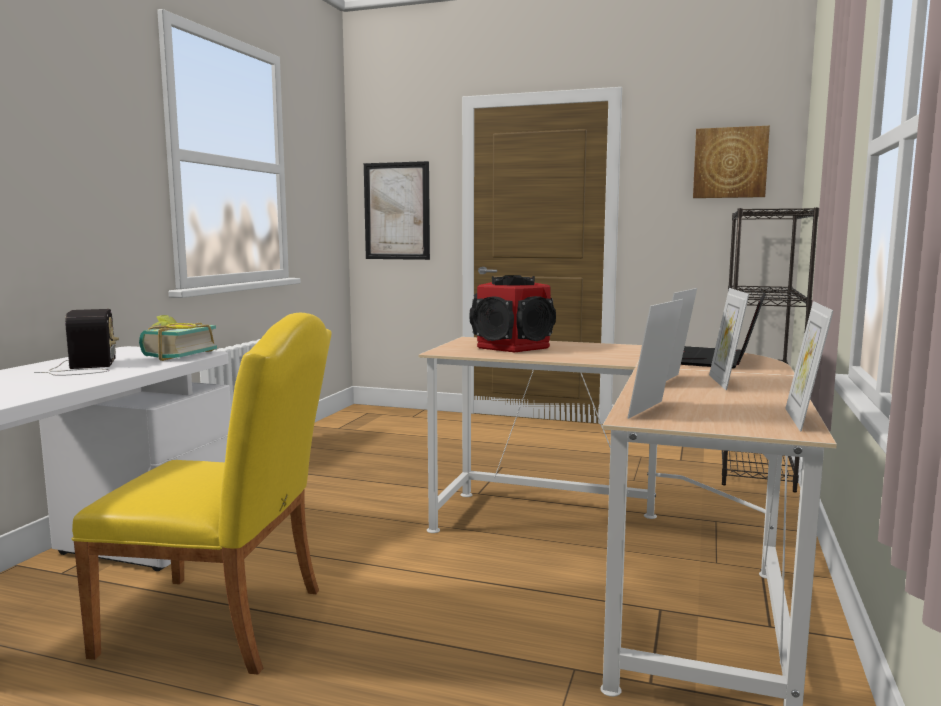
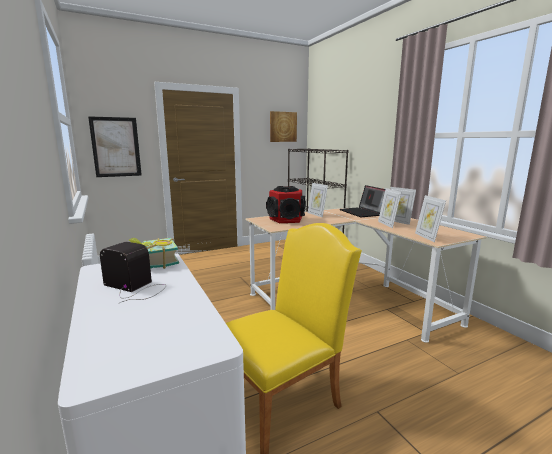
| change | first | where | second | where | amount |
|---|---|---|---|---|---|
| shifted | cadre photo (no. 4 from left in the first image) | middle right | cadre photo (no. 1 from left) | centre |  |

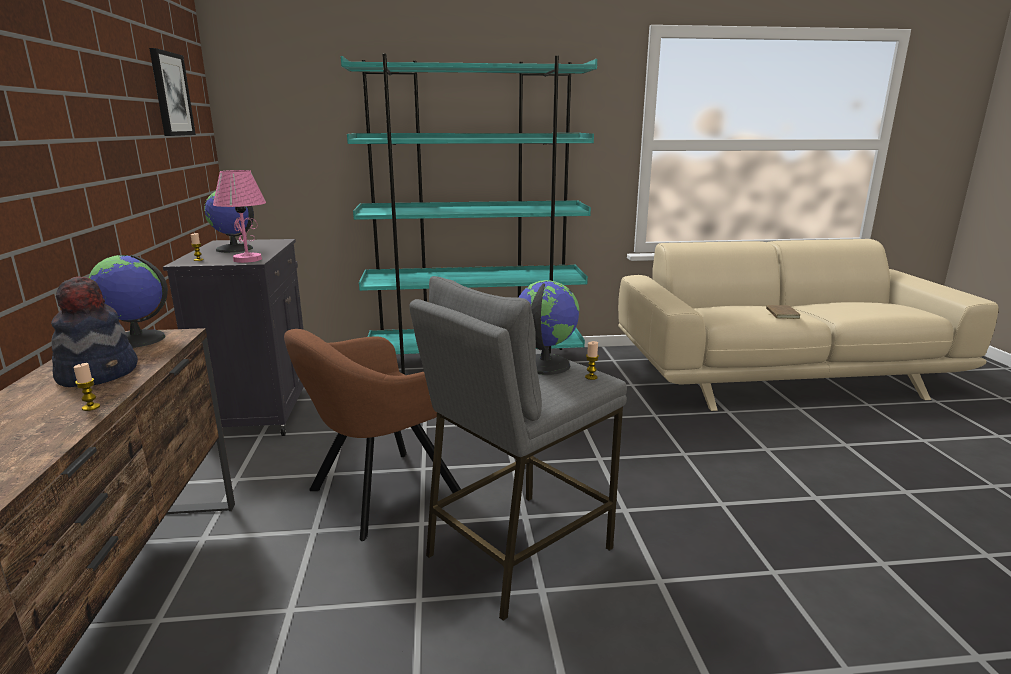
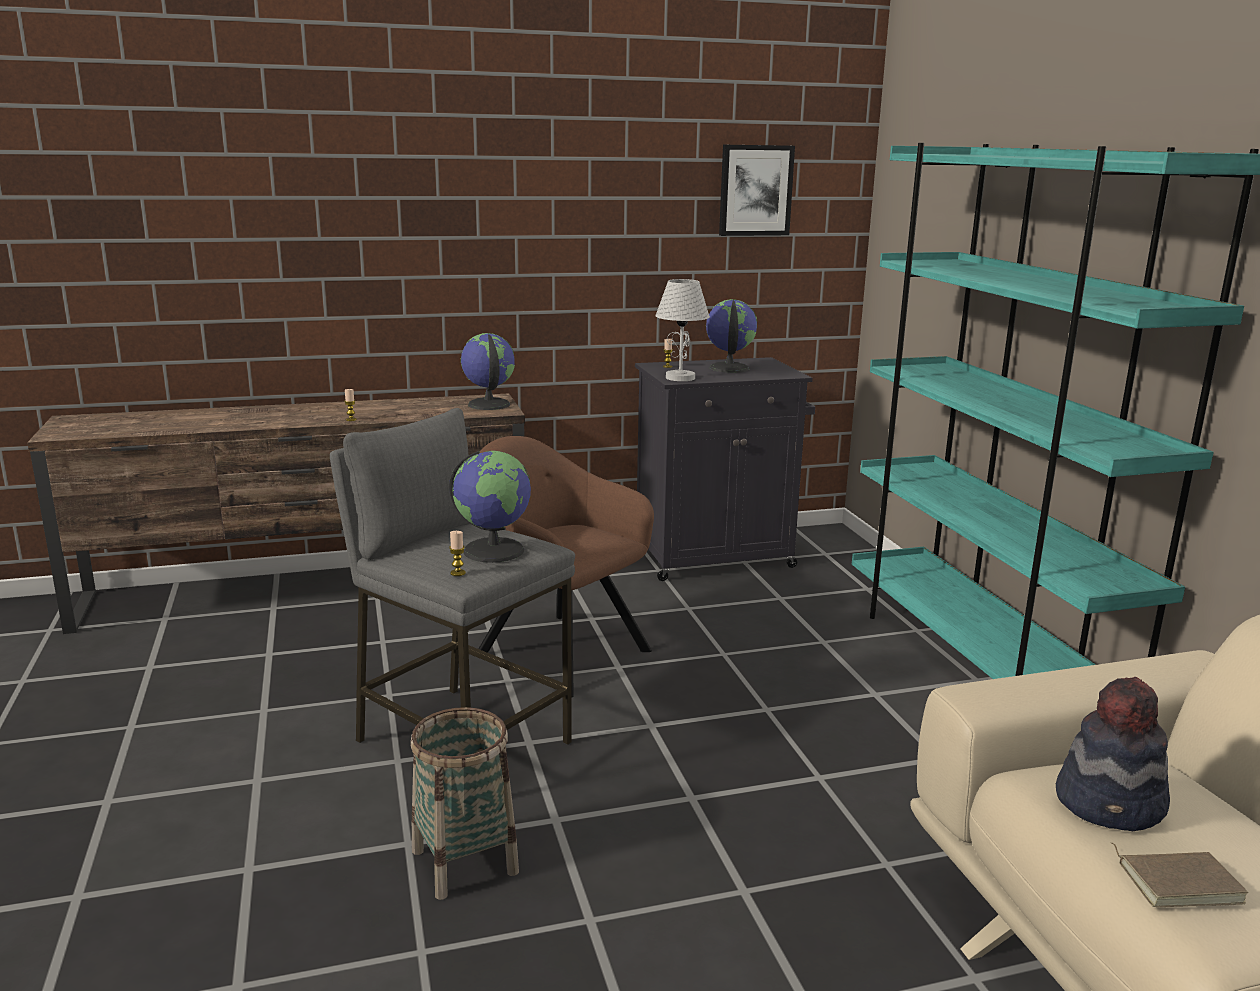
| change | first | where | second | where | amount |
|---|---|---|---|---|---|
| new |  |  | panier | bottom centre |  |
| repainted | lampe de table [rose] | top left | lampe de table [blanc] | top centre |  |
| shifted | chapeau | middle left |  | bottom right |  |

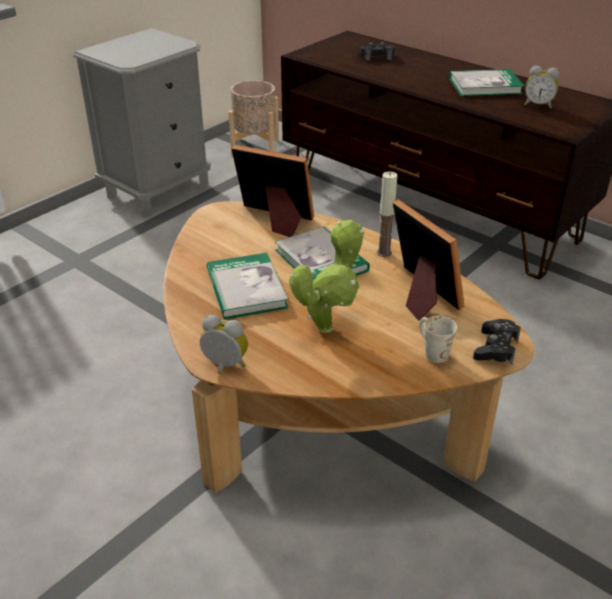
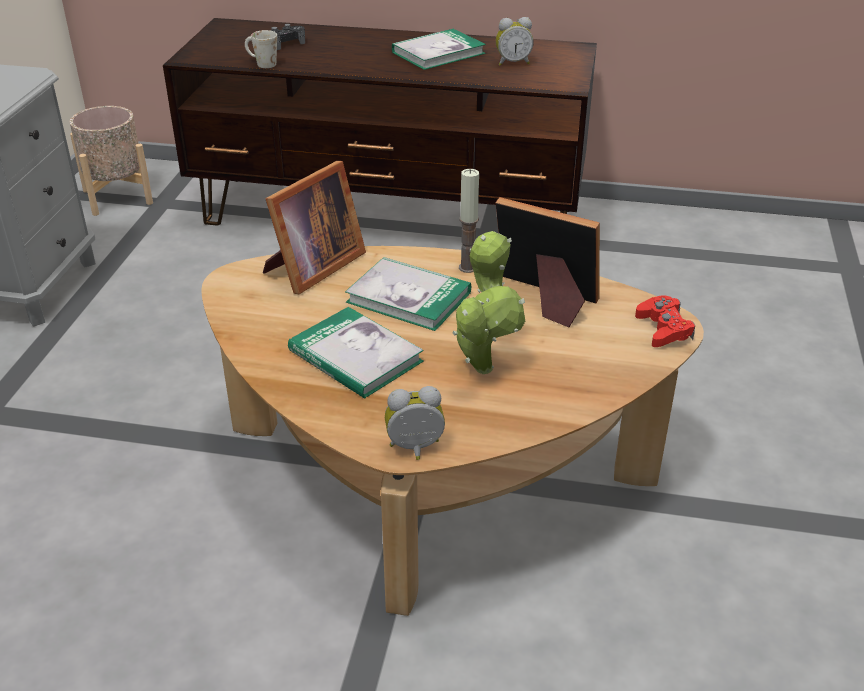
| change | first | where | second | where | amount |
|---|---|---|---|---|---|
| shifted | mug [blanc] | middle right |  | top left |  |
| rotated | cadre photo (no. 1 from left) | top centre |  | top centre | 135 degrees clockwise |
| repainted | manette [noir] (no. 2 from left) | middle right | manette [rouge] | middle right |  |

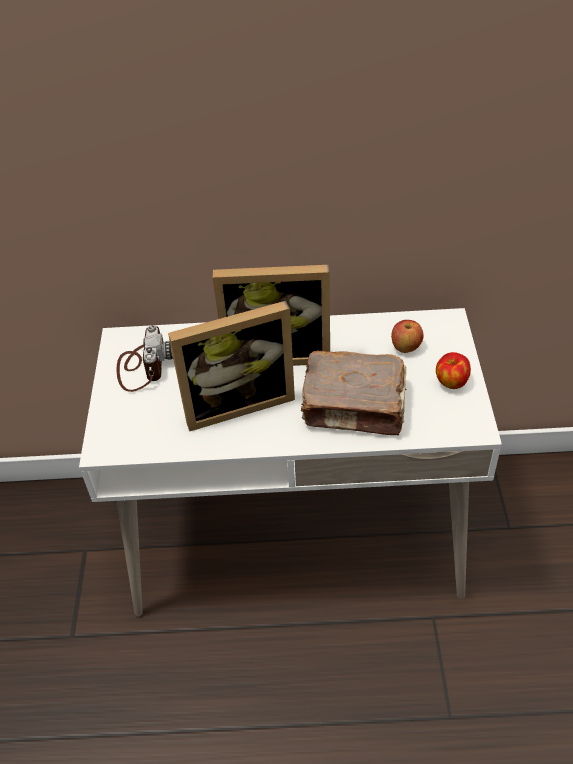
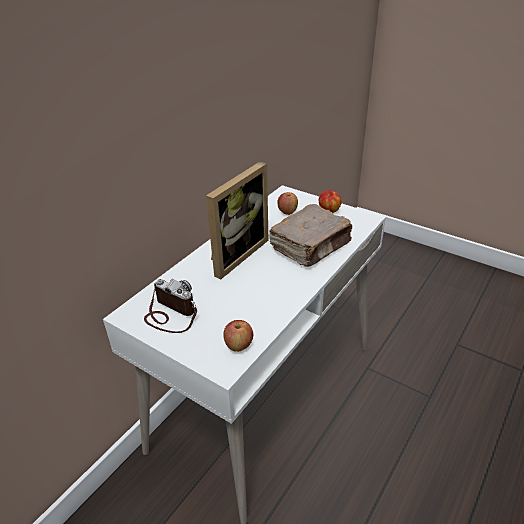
| change | first | where | second | where | amount |
|---|---|---|---|---|---|
| new |  |  | pomme (no. 1 from left) | centre |  |
| gone | cadre photo (no. 1 from left) | centre |  |  |  |

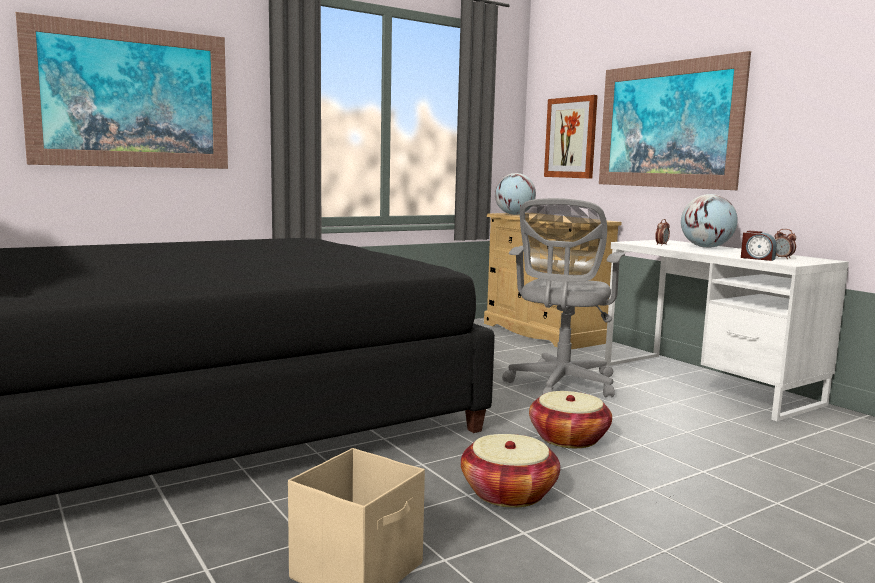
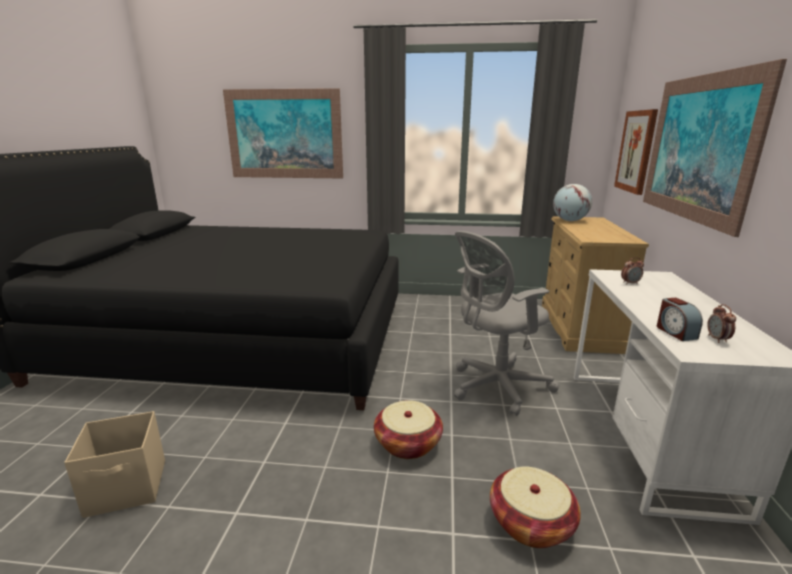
| change | first | where | second | where | amount |
|---|---|---|---|---|---|
| shifted | panier (no. 1 from left in the first image) | bottom centre | panier (no. 2 from left) | bottom right |  |
| gone | globe (no. 2 from left) | middle right |  |  |  |

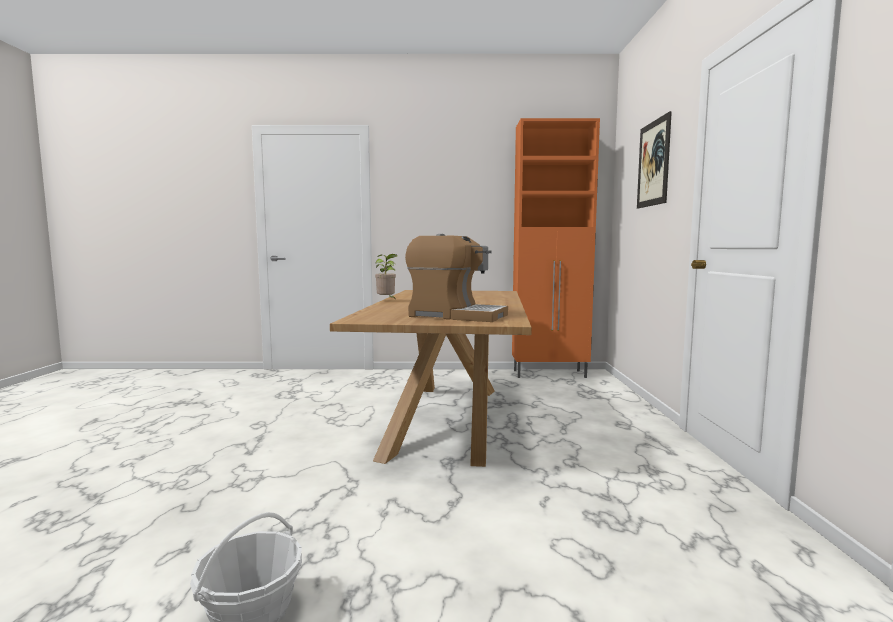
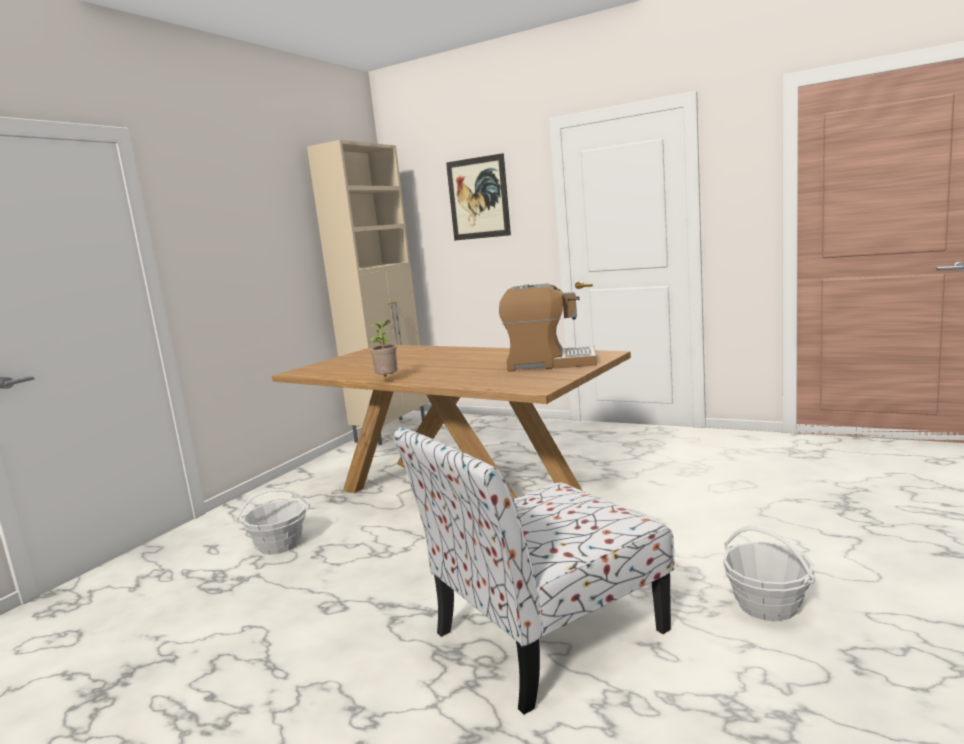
| change | first | where | second | where | amount |
|---|---|---|---|---|---|
| new |  |  | panier (no. 1 from left) | bottom left |  |
| repainted | meuble de rangement [orange] | centre | meuble de rangement [beige] | centre |  |
| new |  |  | chaise | bottom centre |  |
| rotated | machine à café | centre |  | centre | 45 degrees clockwise |

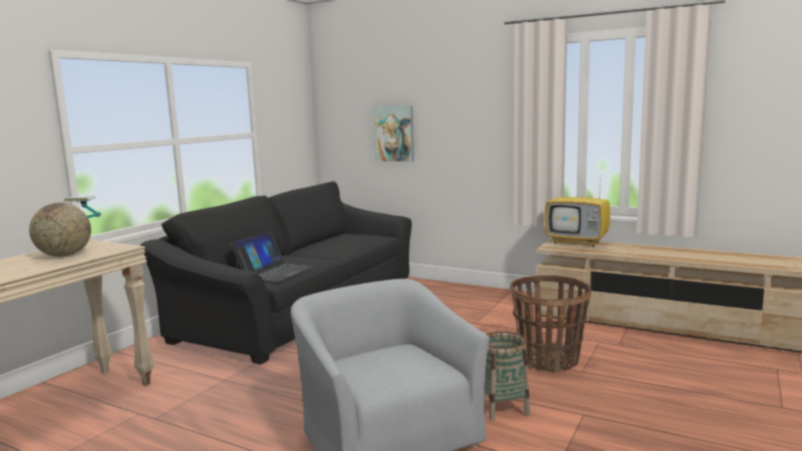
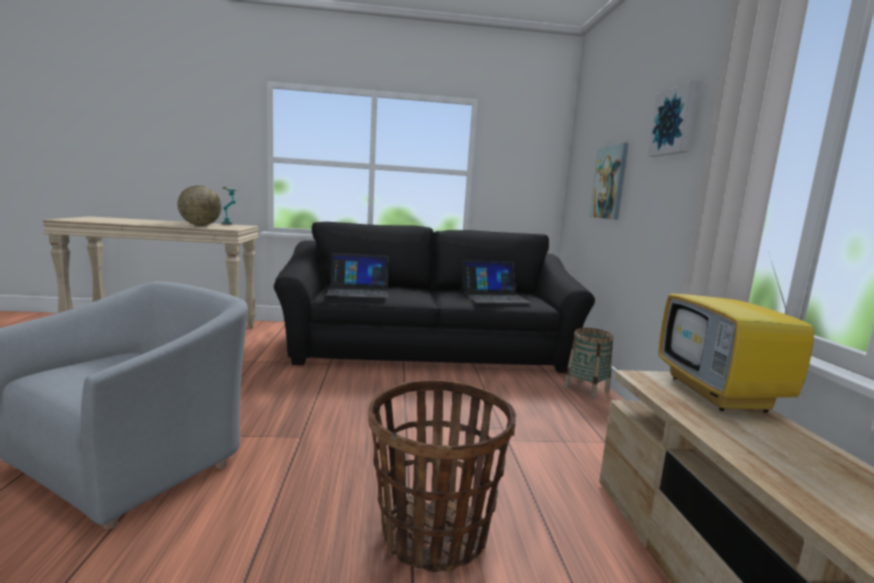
| change | first | where | second | where | amount |
|---|---|---|---|---|---|
| new |  |  | ordinateur portable (no. 2 from left) | centre |  |
| shifted | panier (no. 1 from left in the first image) | bottom centre | panier (no. 2 from left) | middle right |  |
| new |  |  | tableau (no. 2 from left) | top right |  |

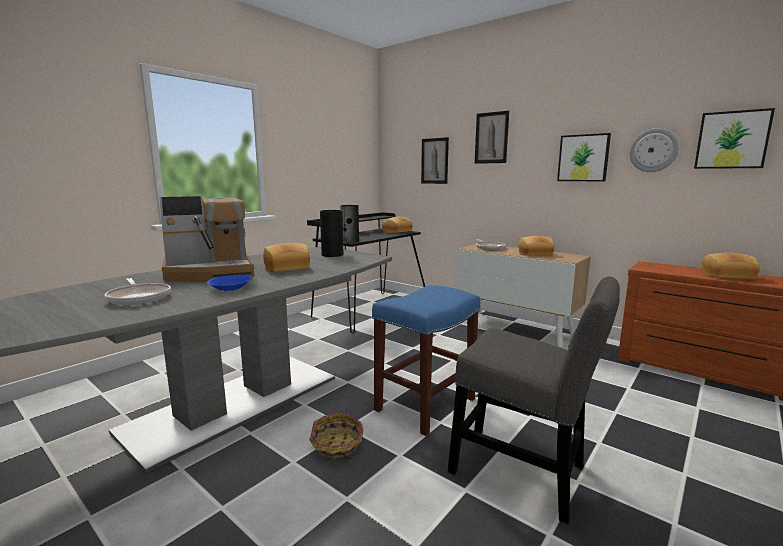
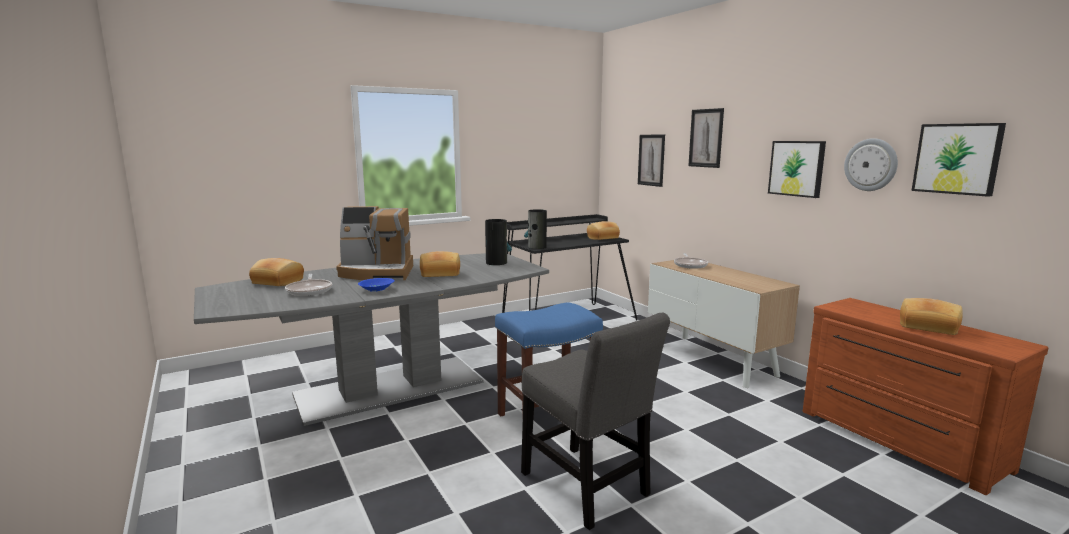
| change | first | where | second | where | amount |
|---|---|---|---|---|---|
| shifted | pain (no. 3 from left in the first image) | middle right | pain (no. 1 from left) | middle left |  |
| gone | panier | bottom centre |  |  |  |

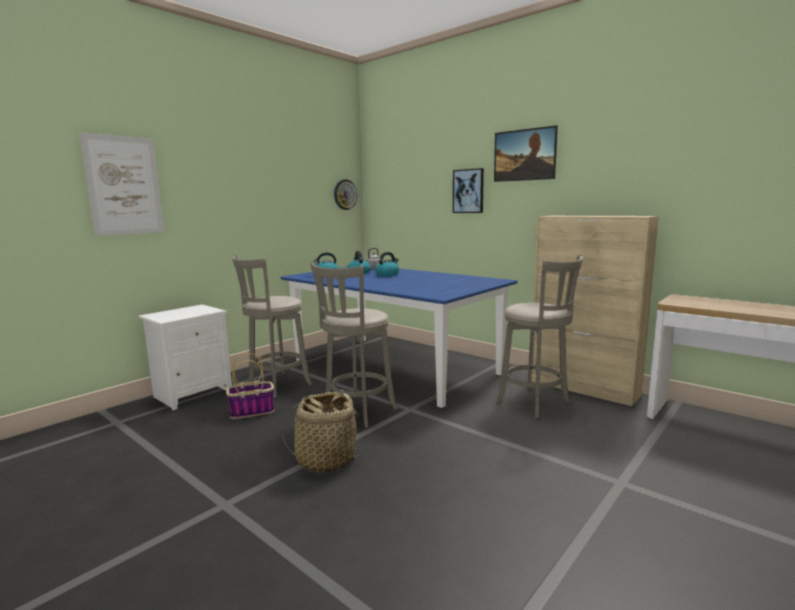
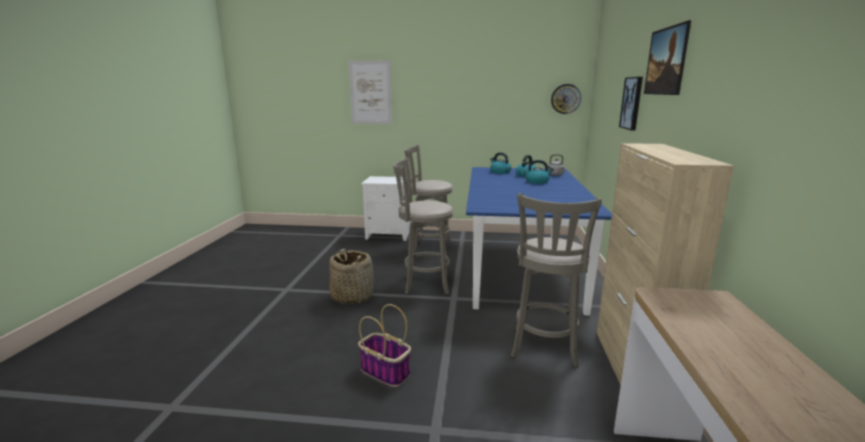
| change | first | where | second | where | amount |
|---|---|---|---|---|---|
| shifted | panier (no. 1 from left in the first image) | middle left | panier (no. 2 from left) | bottom centre |  |

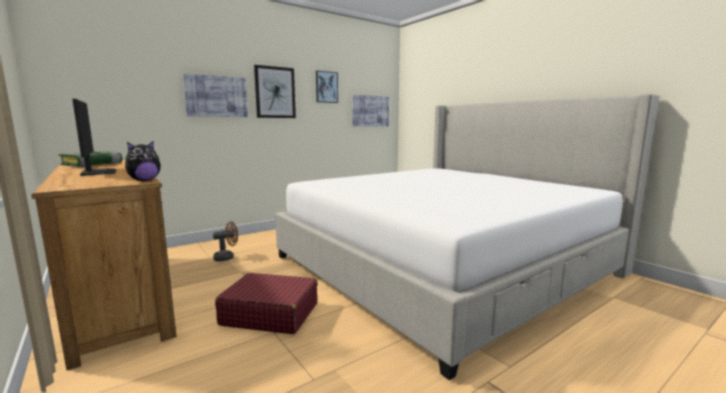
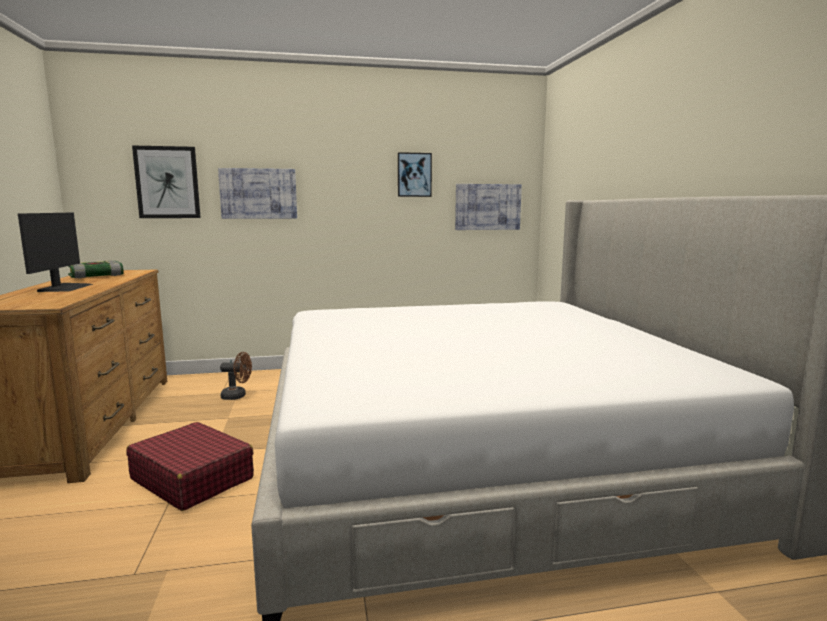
| change | first | where | second | where | amount |
|---|---|---|---|---|---|
| shifted | tableau (no. 2 from left in the first image) | top centre | tableau (no. 1 from left) | top left |  |
| gone | peluche | middle left |  |  |  |

